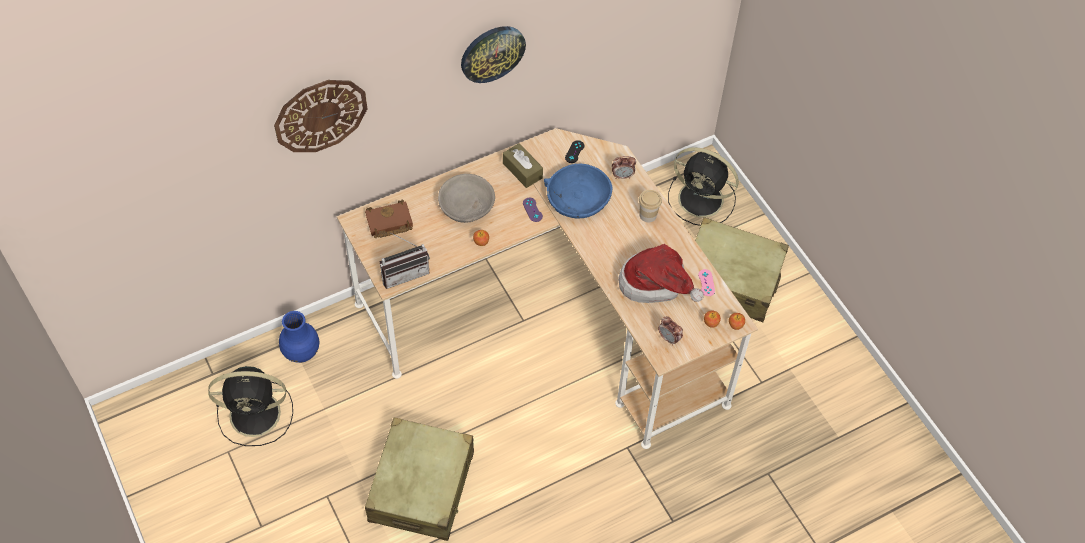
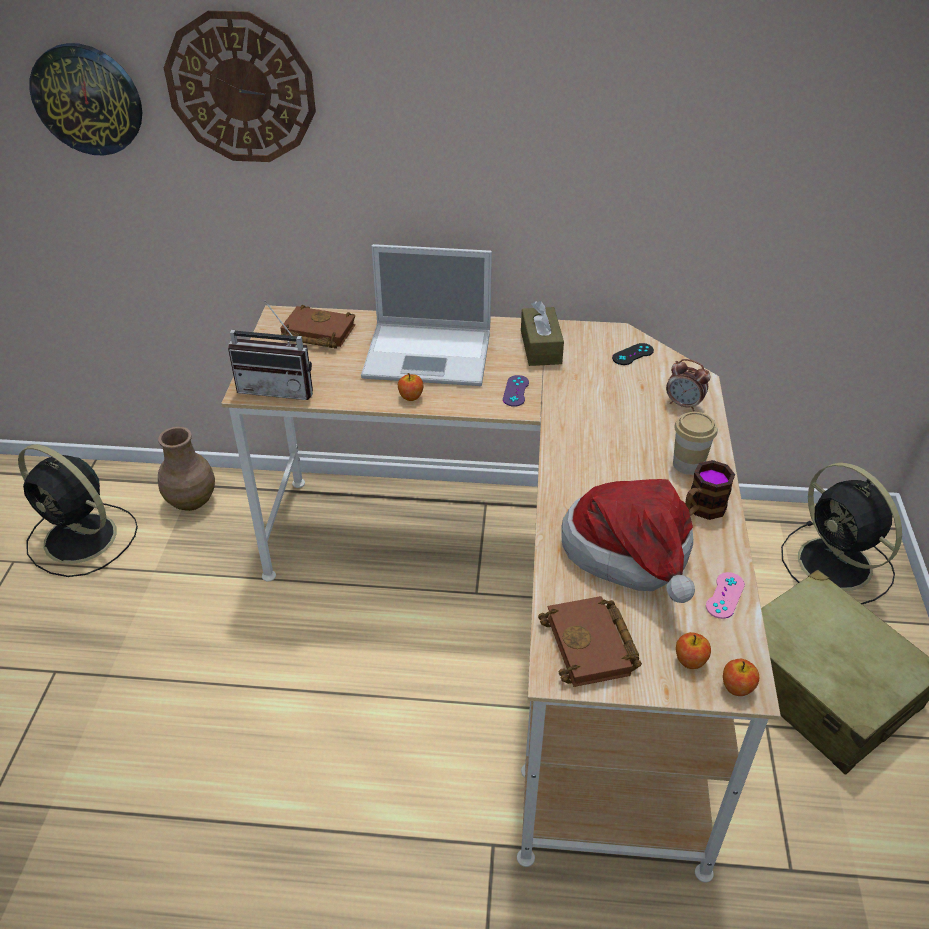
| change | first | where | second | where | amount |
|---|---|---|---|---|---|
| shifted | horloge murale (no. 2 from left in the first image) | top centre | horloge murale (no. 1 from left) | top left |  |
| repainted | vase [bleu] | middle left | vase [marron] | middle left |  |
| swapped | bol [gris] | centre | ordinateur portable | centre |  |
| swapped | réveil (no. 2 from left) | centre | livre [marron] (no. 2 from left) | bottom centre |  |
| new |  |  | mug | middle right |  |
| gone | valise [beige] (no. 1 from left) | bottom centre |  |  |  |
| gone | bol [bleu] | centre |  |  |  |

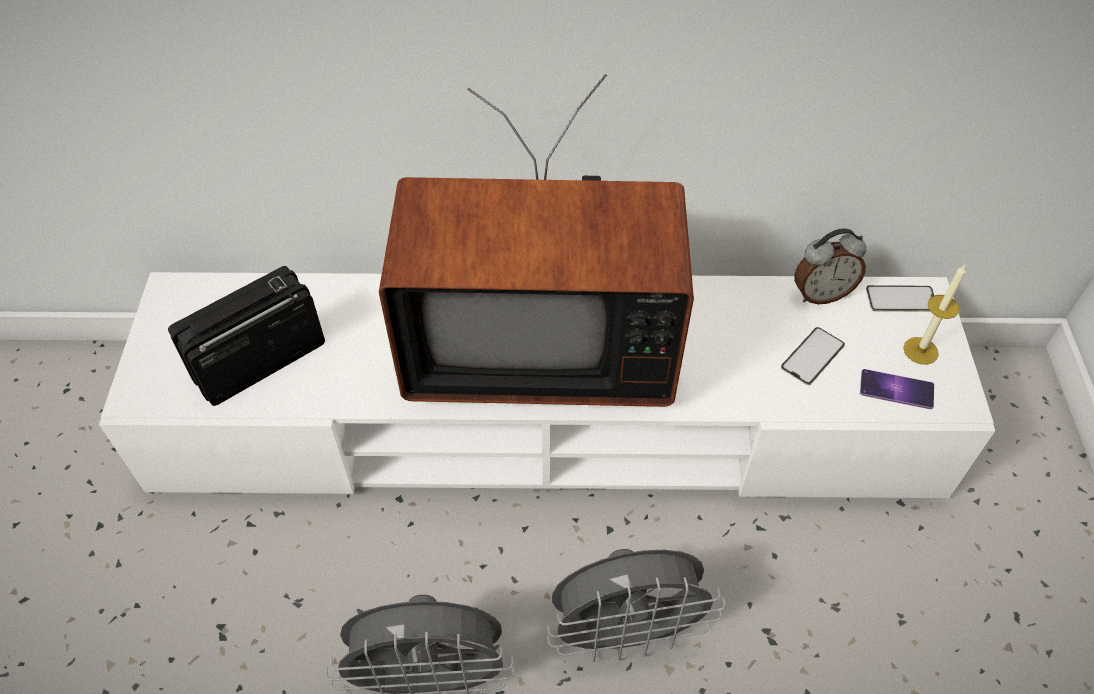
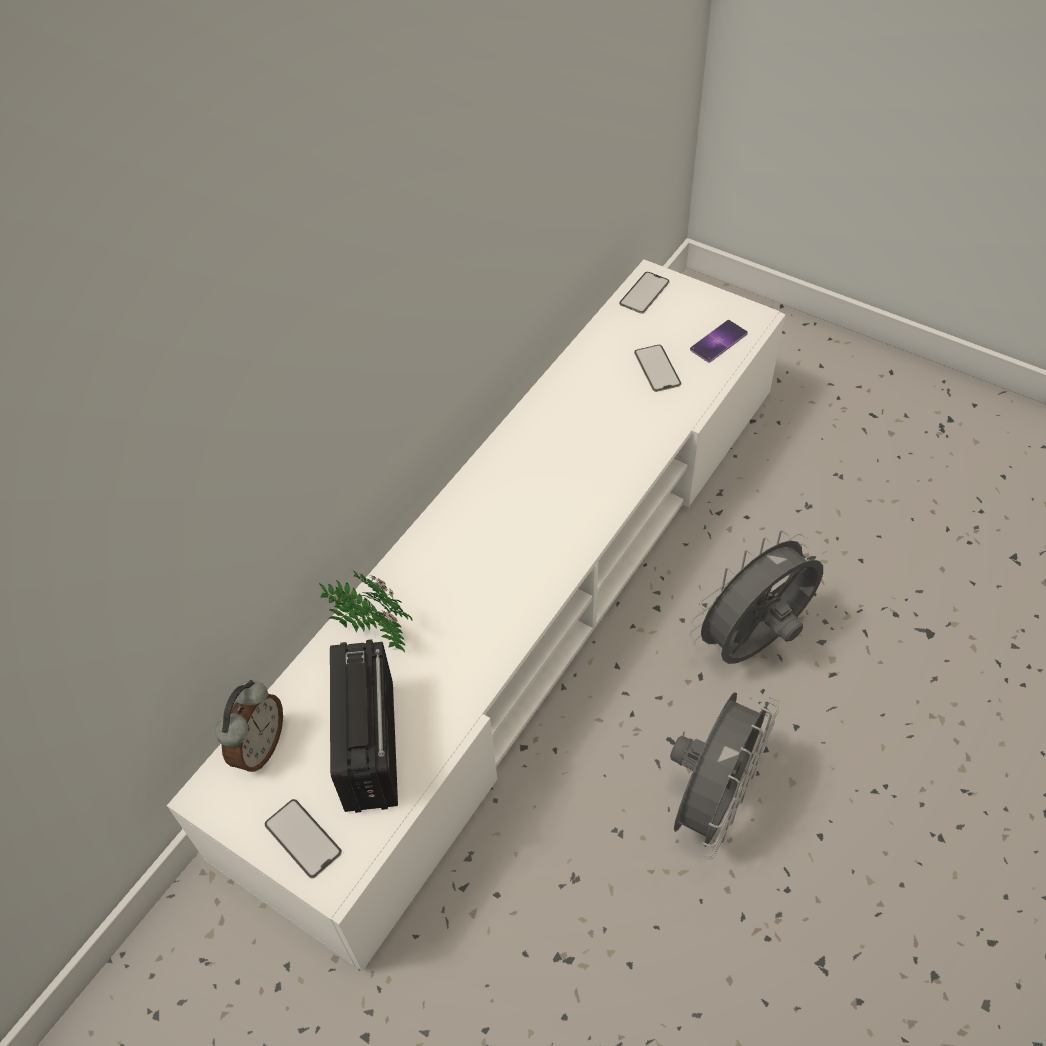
| change | first | where | second | where | amount |
|---|---|---|---|---|---|
| shifted | réveil | middle right |  | bottom left |  |
| new |  |  | téléphone (no. 1 from left) | bottom left |  |
| new |  |  | plante en pot | centre |  |
| rotated | ventilateur [gris] (no. 2 from left) | bottom centre |  | middle right | 150 degrees counterclockwise |
| gone | téléviseur | centre |  |  |  |
| gone | bougie | middle right |  |  |  |

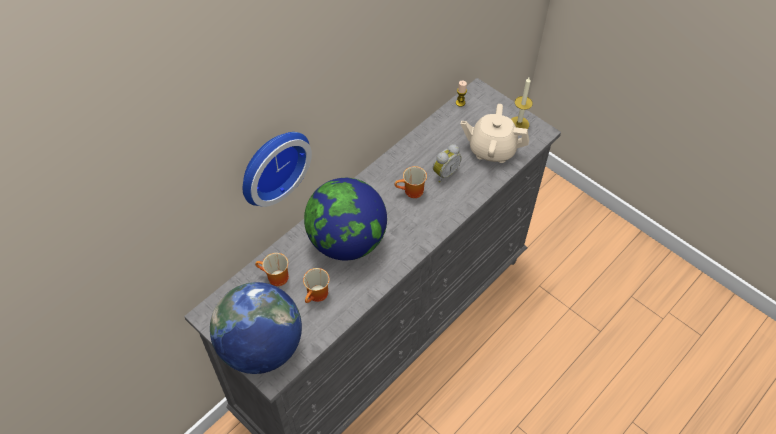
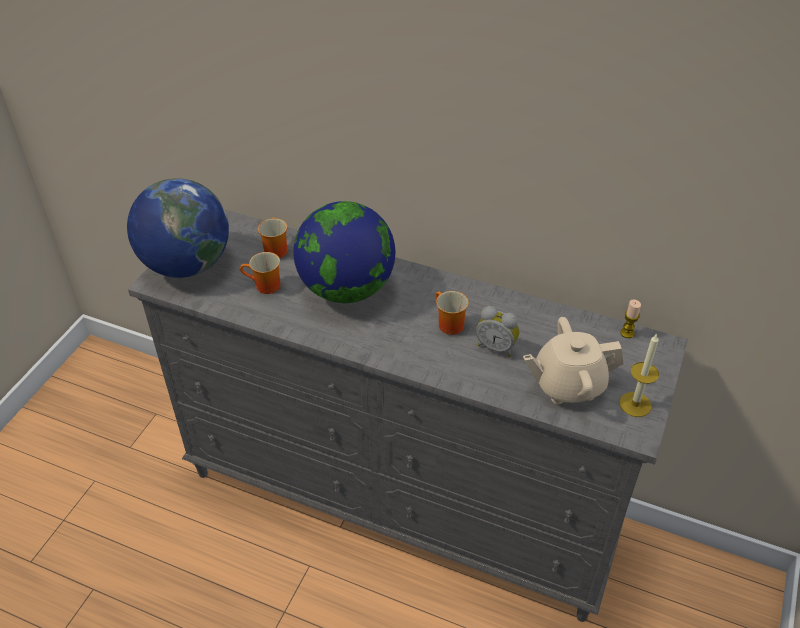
| change | first | where | second | where | amount |
|---|---|---|---|---|---|
| rotated | théière [beige] | top centre |  | middle right | 90 degrees counterclockwise |
| gone | horloge murale | centre |  |  |  |

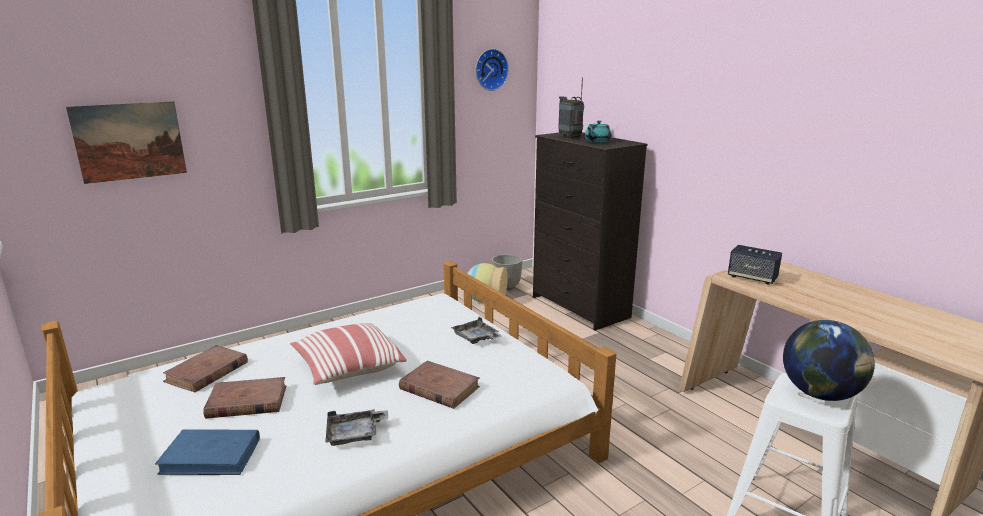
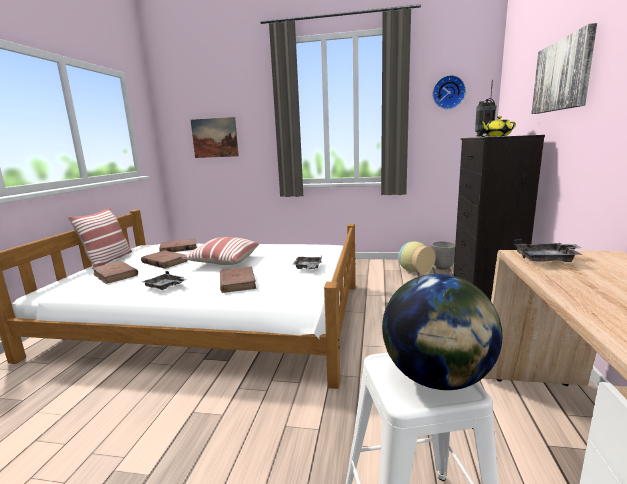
| change | first | where | second | where | amount |
|---|---|---|---|---|---|
| new |  |  | coussin (no. 1 from left) | middle left |  |
| repainted | livre [bleu] | bottom left | livre [marron] (no. 1 from left) | middle left |  |
| repainted | théière [turquoise] | top centre | théière [jaune] | top right |  |
| swapped | enceinte | middle right | plateau [gris] (no. 3 from left) | middle right |  |
| new |  |  | tableau (no. 2 from left) | top right |  |

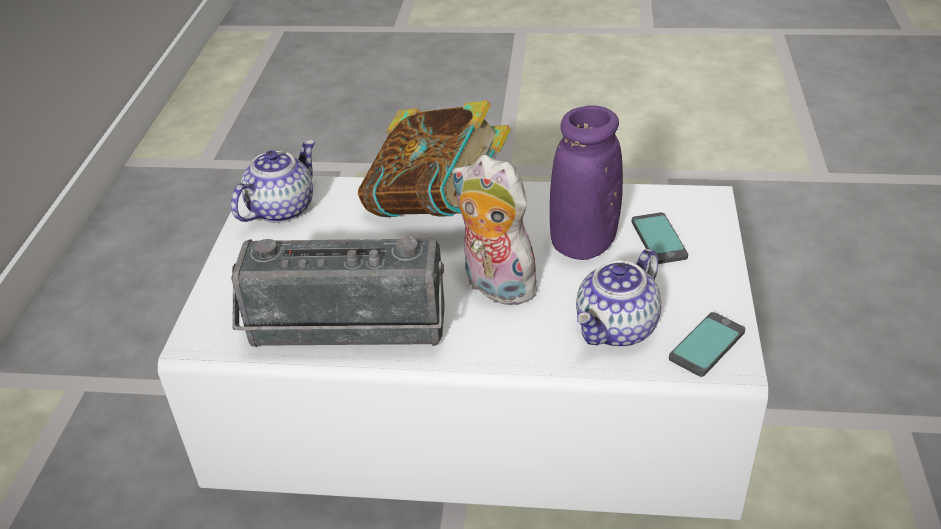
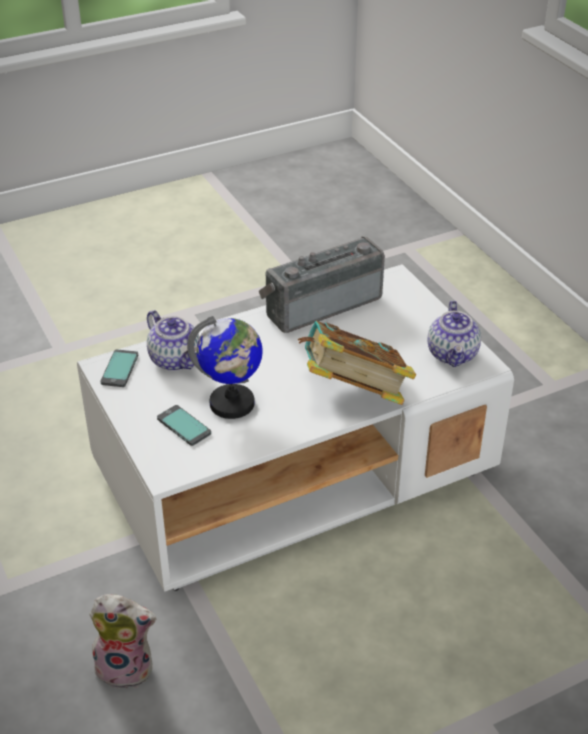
| change | first | where | second | where | amount |
|---|---|---|---|---|---|
| shifted | peluche | centre |  | bottom left |  |
| rotated | théière (no. 2 from left in the first image) | centre | théière (no. 1 from left) | middle left | 135 degrees clockwise |
| swapped | vase [violet] | centre | globe | centre |  |

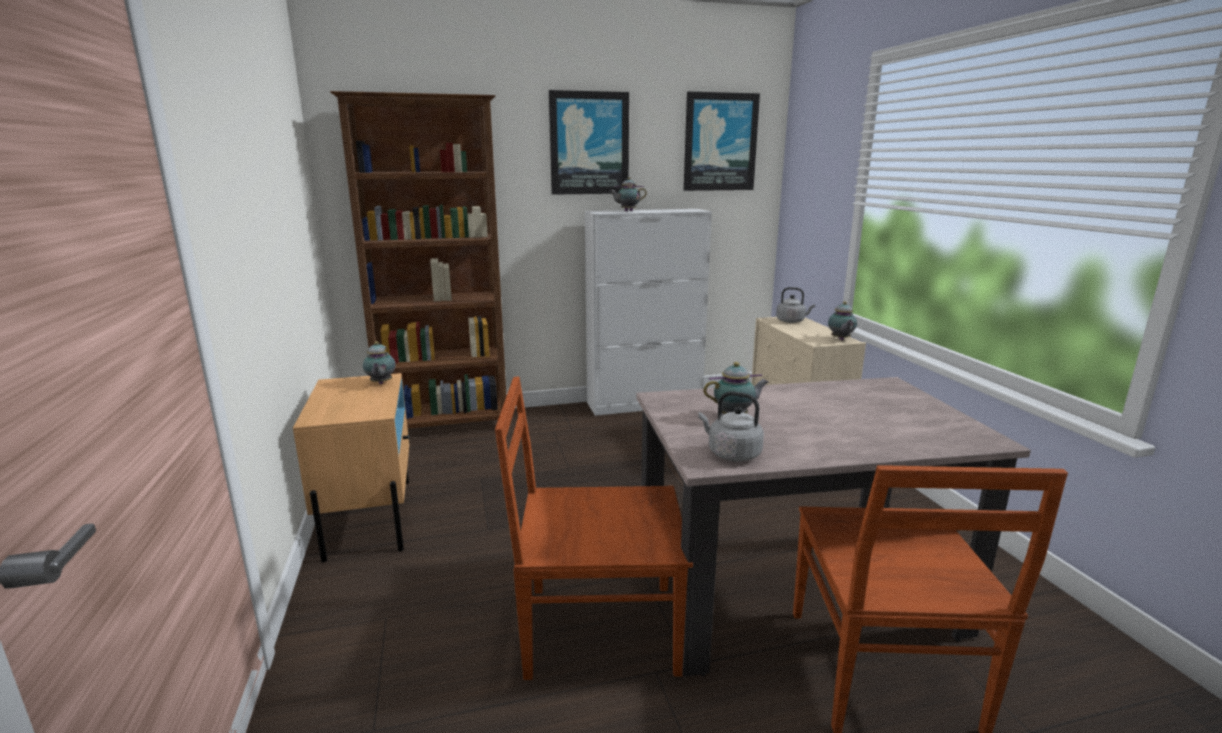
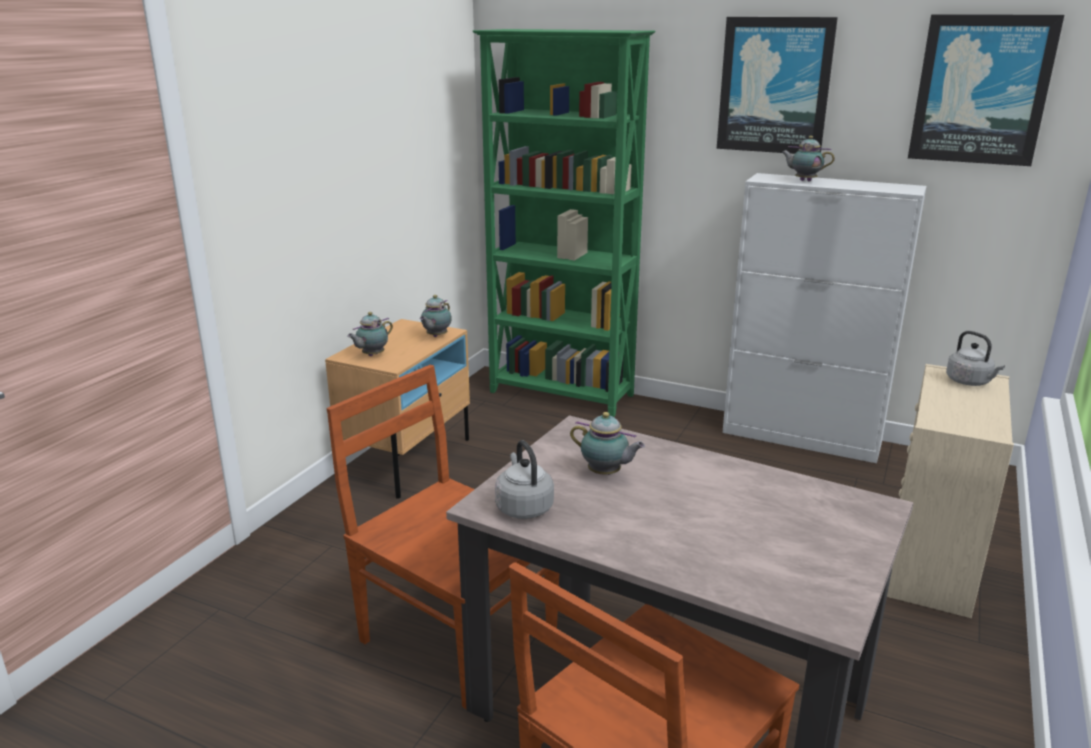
| change | first | where | second | where | amount |
|---|---|---|---|---|---|
| shifted | théière (no. 4 from left in the first image) | middle right | théière (no. 1 from left) | centre |  |
| repainted | bibliothèque [marron] | centre | bibliothèque [vert] | top centre |  |

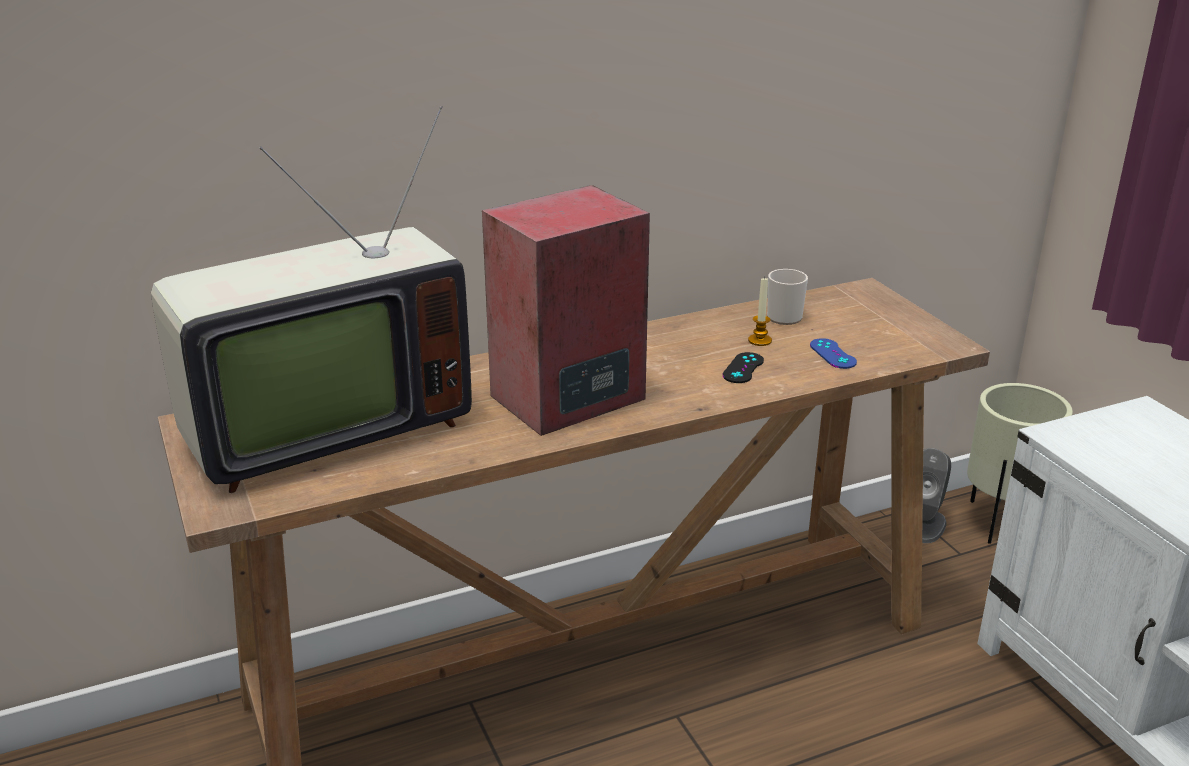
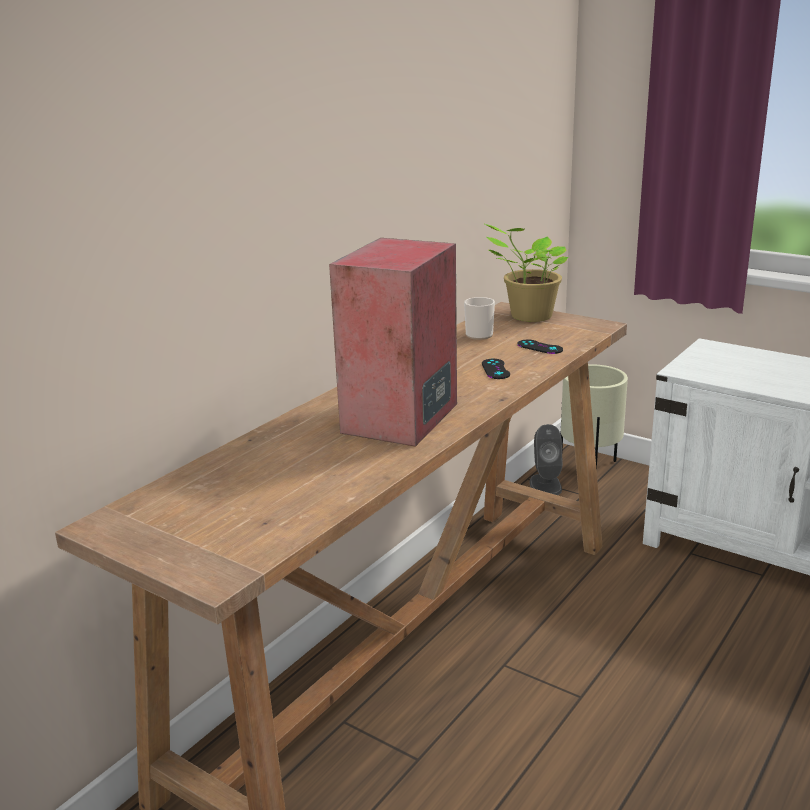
| change | first | where | second | where | amount |
|---|---|---|---|---|---|
| new |  |  | plante en pot | centre |  |
| repainted | manette [bleu] | middle right | manette [noir] (no. 2 from left) | middle right |  |
| gone | téléviseur | middle left |  |  |  |
| gone | bougie | centre |  |  |  |

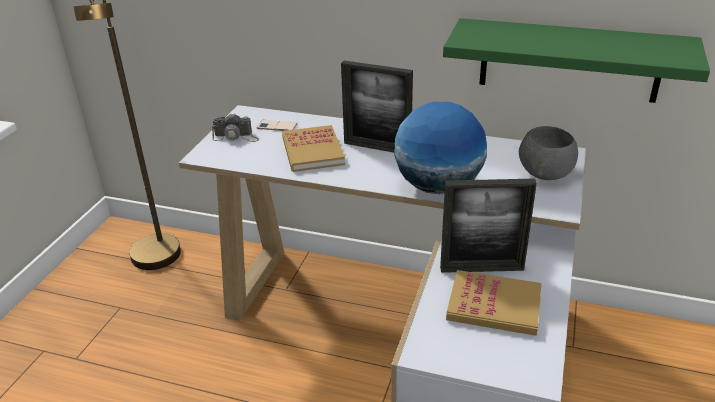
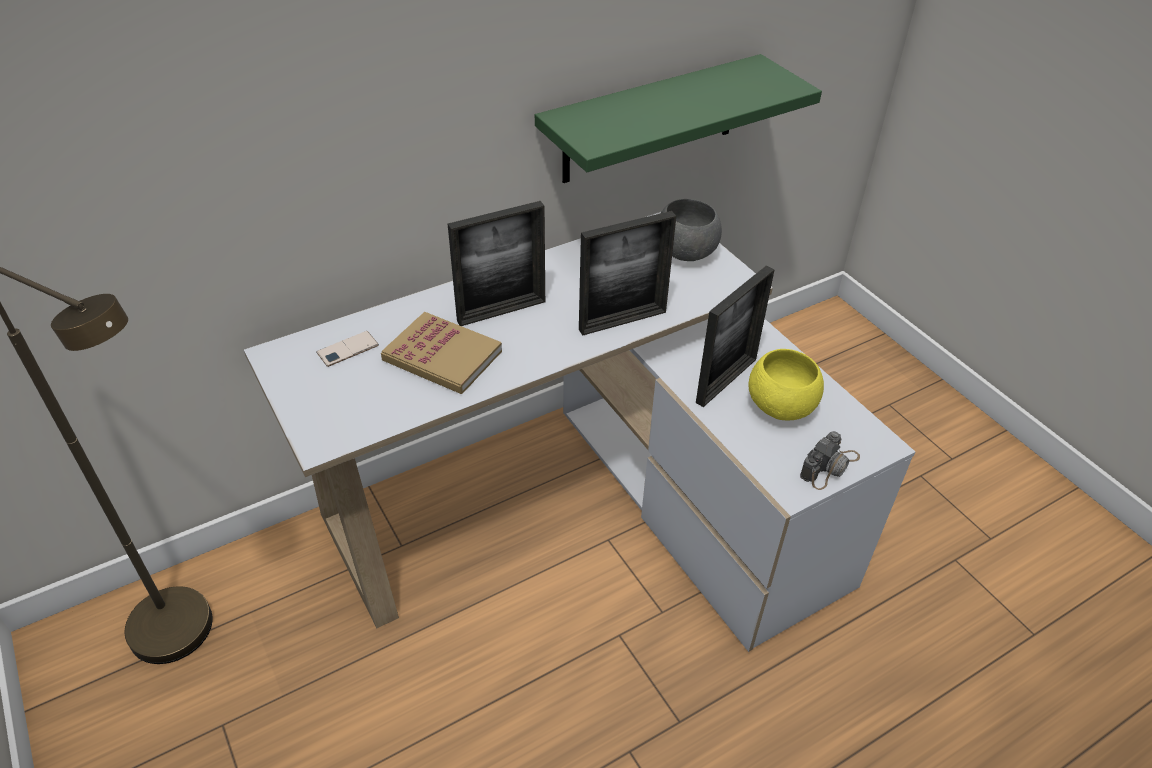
| change | first | where | second | where | amount |
|---|---|---|---|---|---|
| swapped | globe | centre | cadre photo (no. 2 from left) | centre |  |
| swapped | livre (no. 2 from left) | bottom right | bol [jaune] | middle right |  |
| shifted | appareil photo | top left |  | middle right |  |

